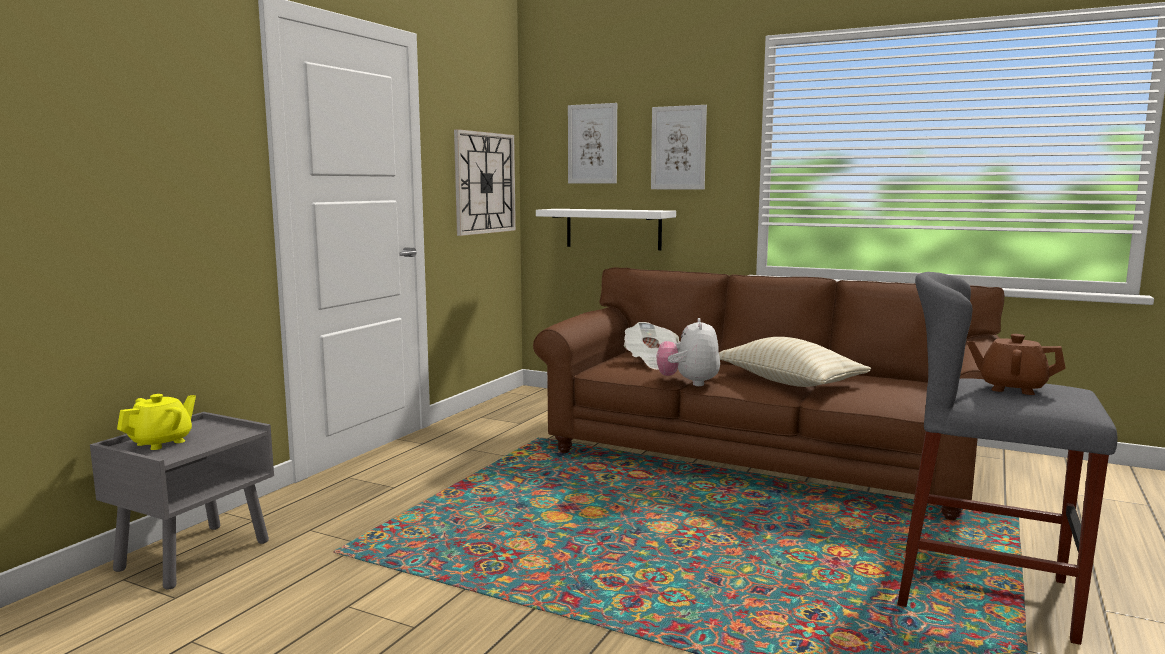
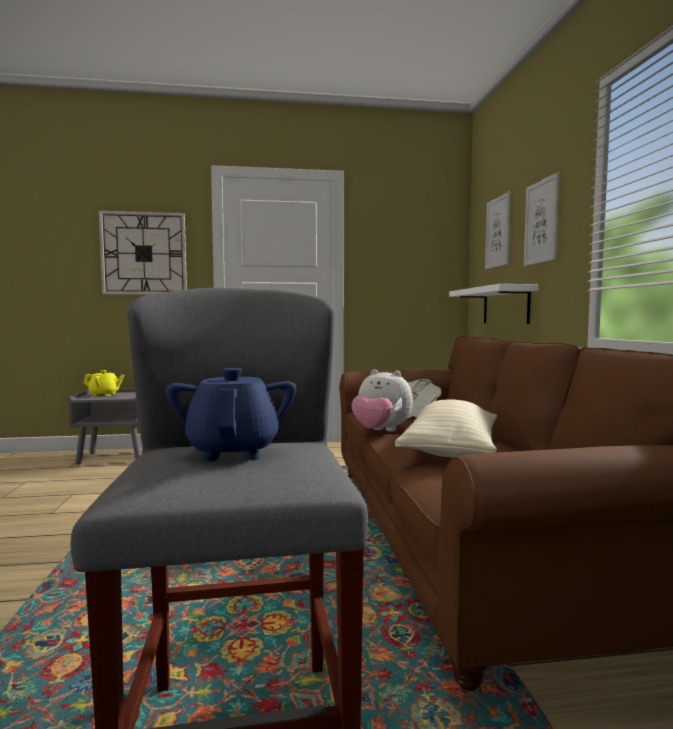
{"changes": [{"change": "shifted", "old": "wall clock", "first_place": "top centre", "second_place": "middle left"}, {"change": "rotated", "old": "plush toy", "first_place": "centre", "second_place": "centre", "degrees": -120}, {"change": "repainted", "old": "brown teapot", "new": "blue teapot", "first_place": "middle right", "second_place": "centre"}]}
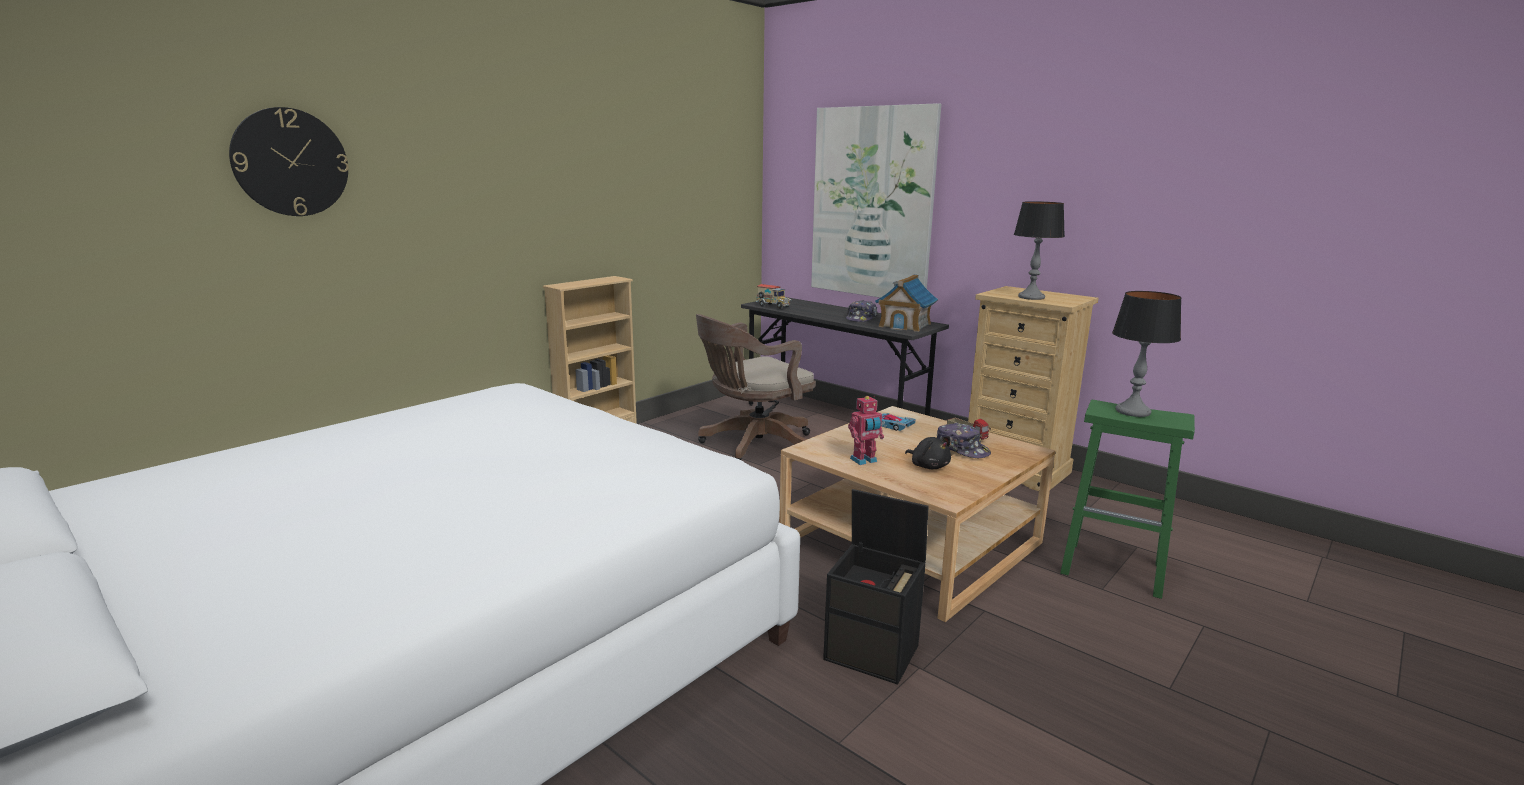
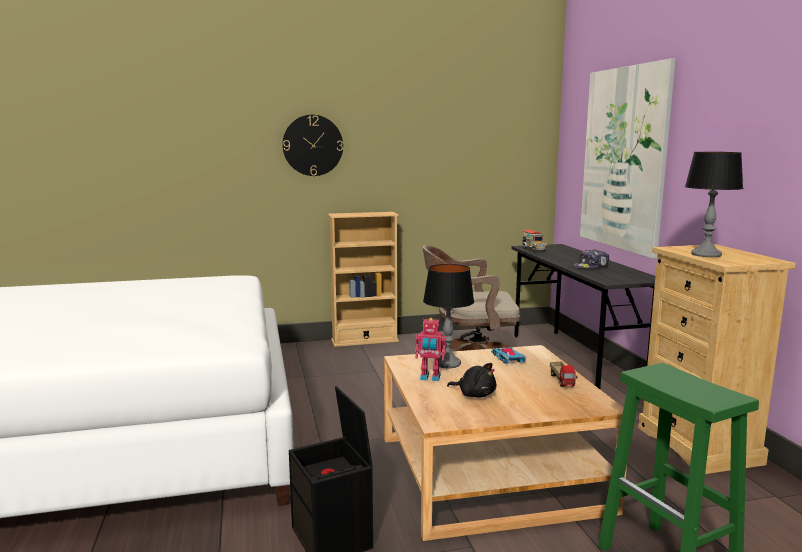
{"changes": [{"change": "shifted", "old": "wall clock", "first_place": "top left", "second_place": "top centre"}, {"change": "gone", "old": "toy house", "first_place": "centre"}, {"change": "shifted", "old": "table lamp (no. 2 from left in the first image)", "new": "table lamp (no. 1 from left)", "first_place": "middle right", "second_place": "centre"}, {"change": "gone", "old": "cap (no. 2 from left)", "first_place": "centre"}, {"change": "rotated", "old": "black plush toy", "first_place": "centre", "second_place": "bottom centre", "degrees": -60}]}
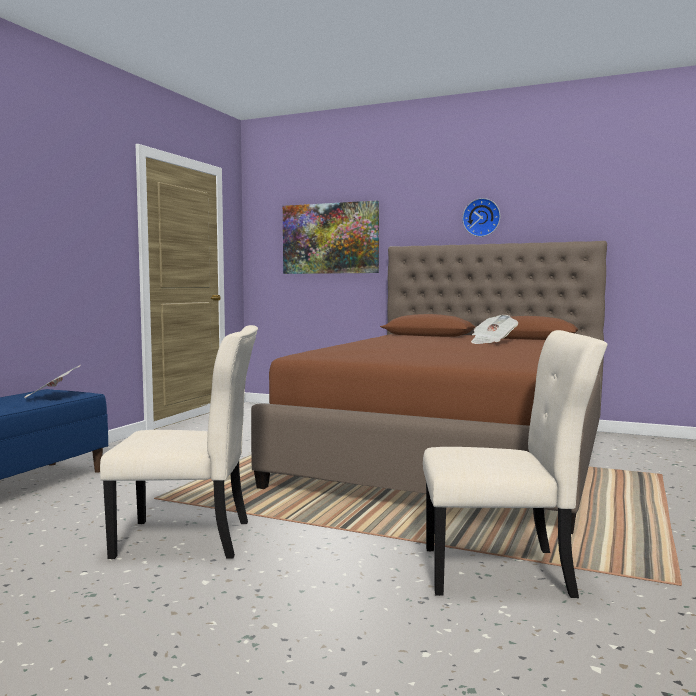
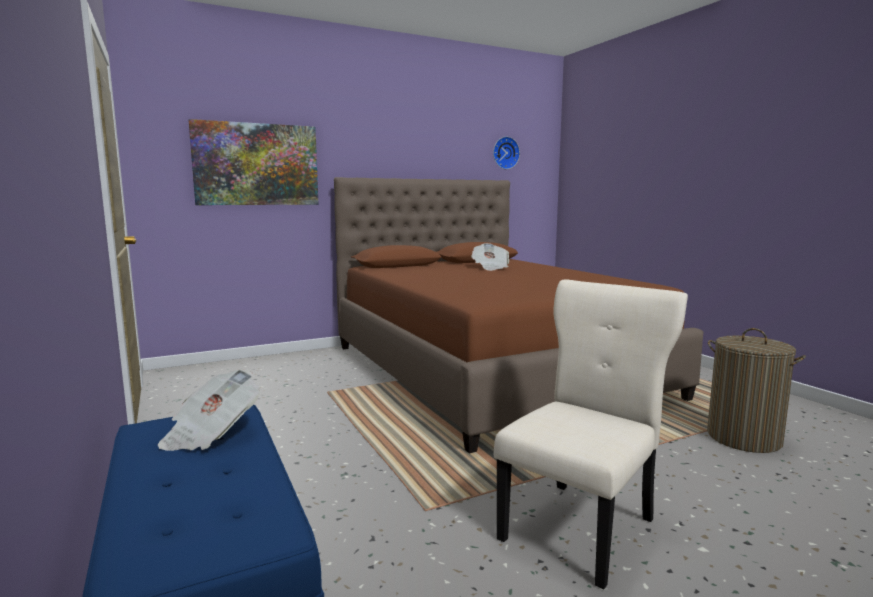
{"changes": [{"change": "shifted", "old": "wall clock", "first_place": "top right", "second_place": "top centre"}, {"change": "swapped", "old": "beige chair (no. 2 from left)", "new": "laundry basket", "first_place": "bottom right", "second_place": "middle right"}]}
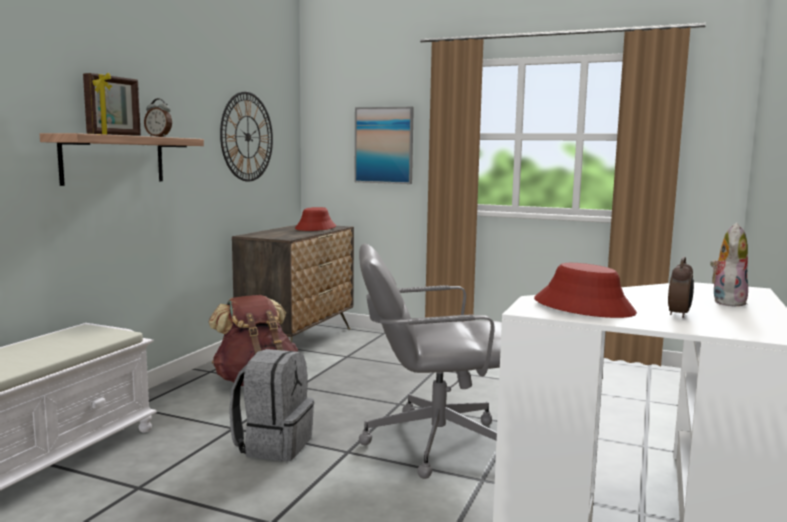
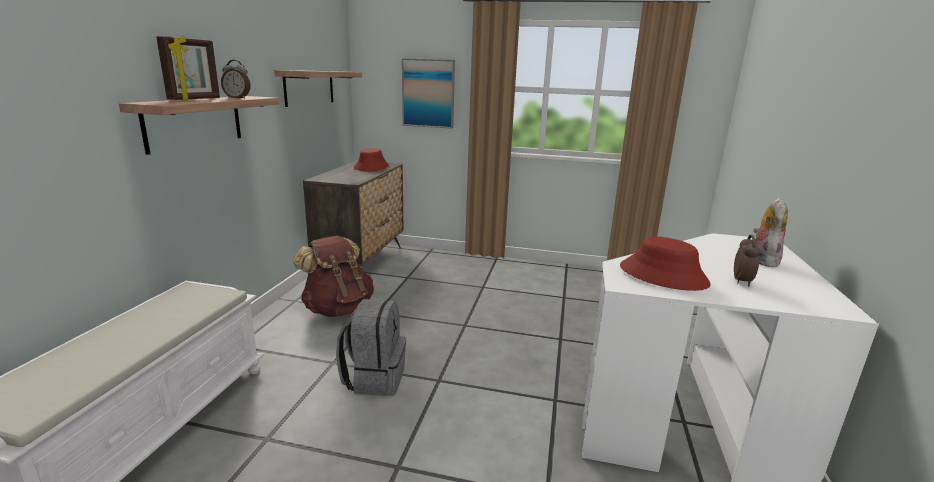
{"changes": [{"change": "swapped", "old": "wall clock", "new": "shelf (no. 2 from left)", "first_place": "top left", "second_place": "top centre"}, {"change": "gone", "old": "grey office chair", "first_place": "bottom centre"}]}
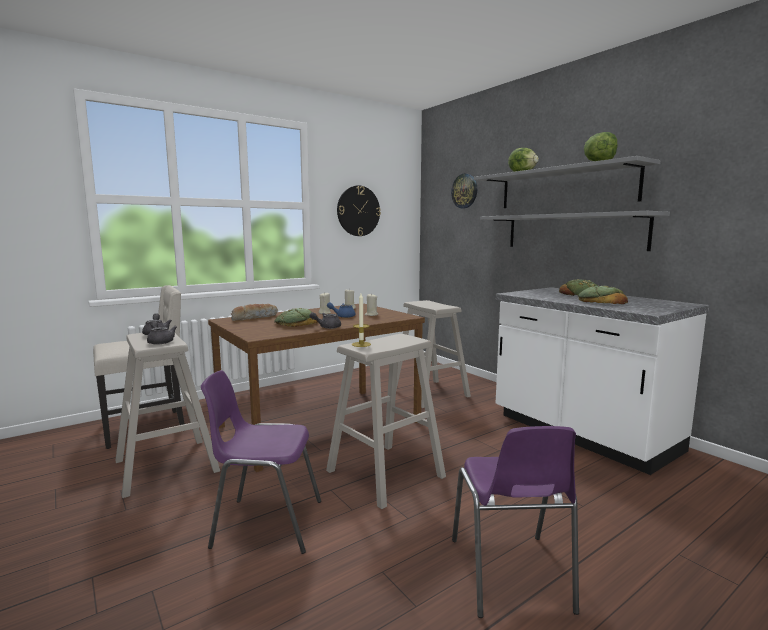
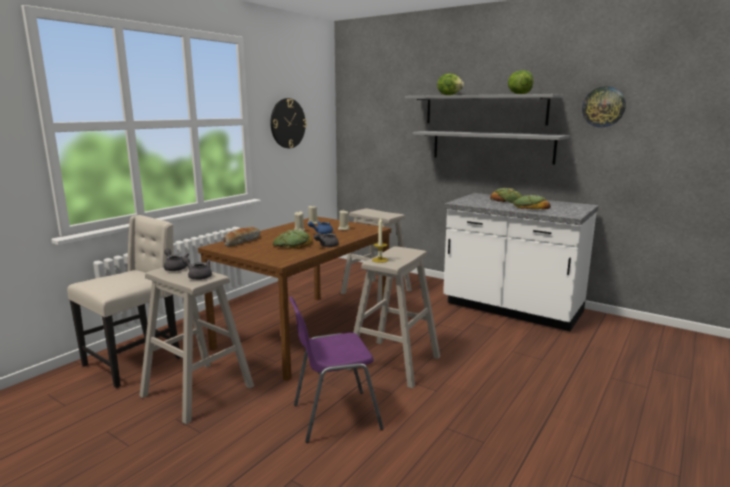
{"changes": [{"change": "shifted", "old": "wall clock (no. 2 from left)", "first_place": "top centre", "second_place": "top right"}, {"change": "gone", "old": "purple chair (no. 2 from left)", "first_place": "bottom right"}]}
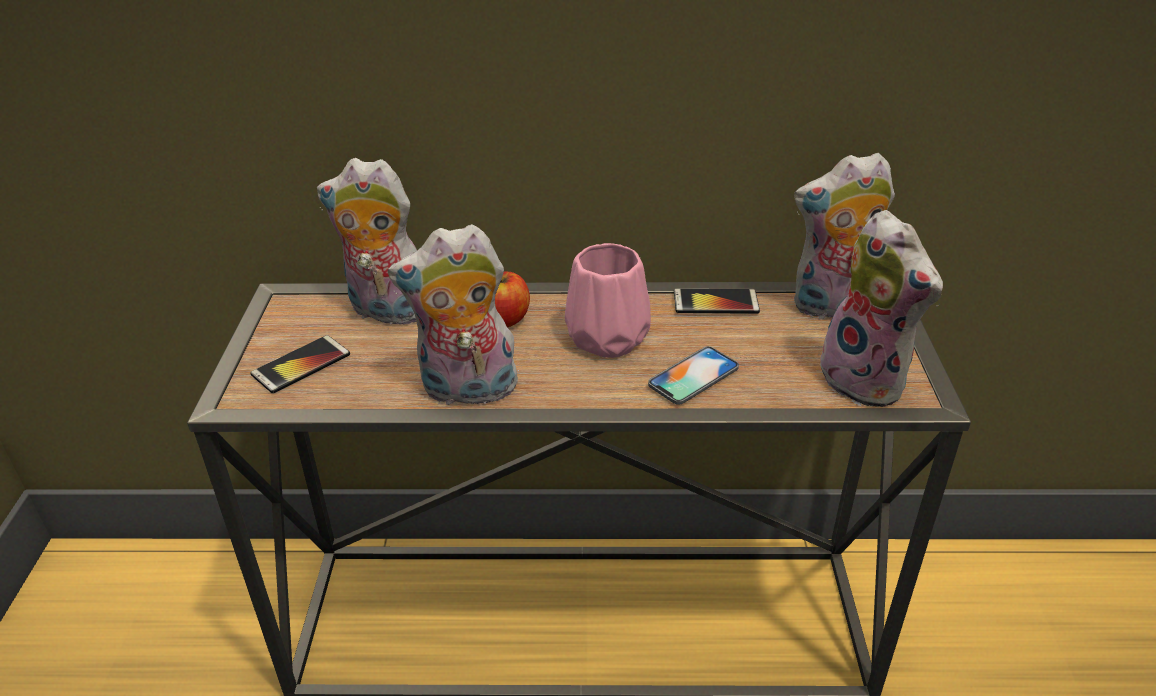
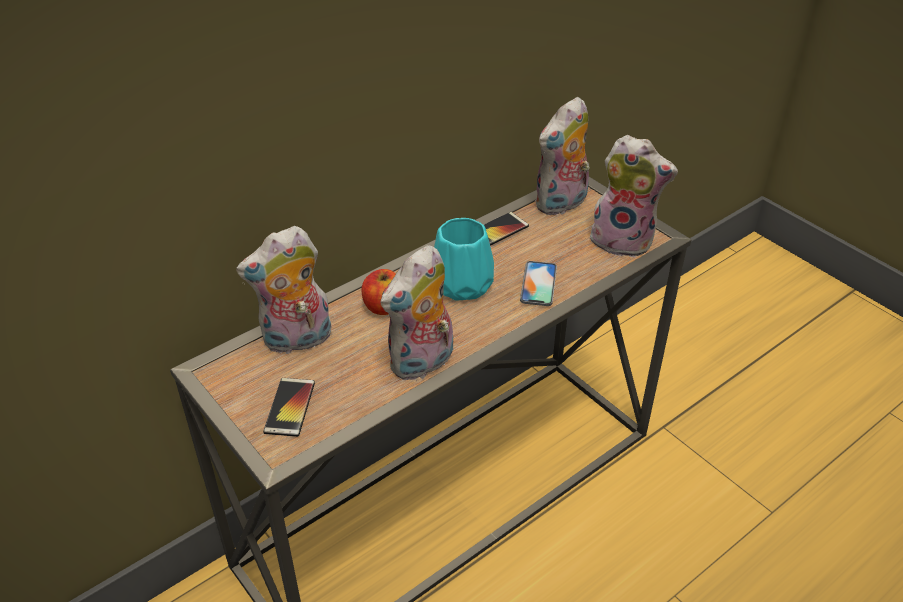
{"changes": [{"change": "repainted", "old": "pink vase", "new": "turquoise vase", "first_place": "centre", "second_place": "centre"}]}
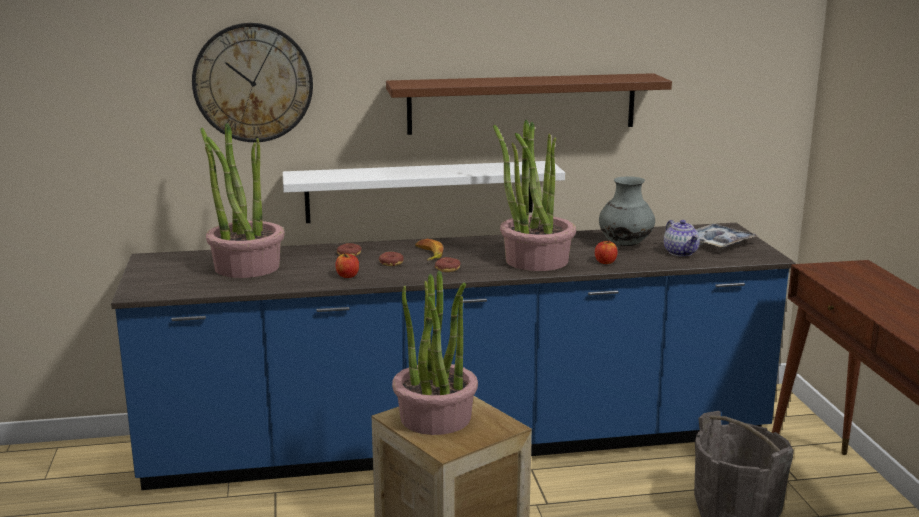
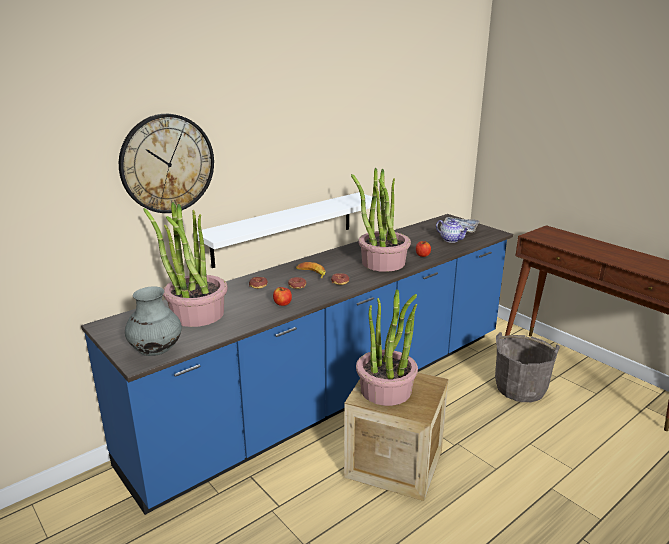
{"changes": [{"change": "gone", "old": "brown shelf", "first_place": "top centre"}, {"change": "shifted", "old": "grey vase", "first_place": "middle right", "second_place": "middle left"}]}
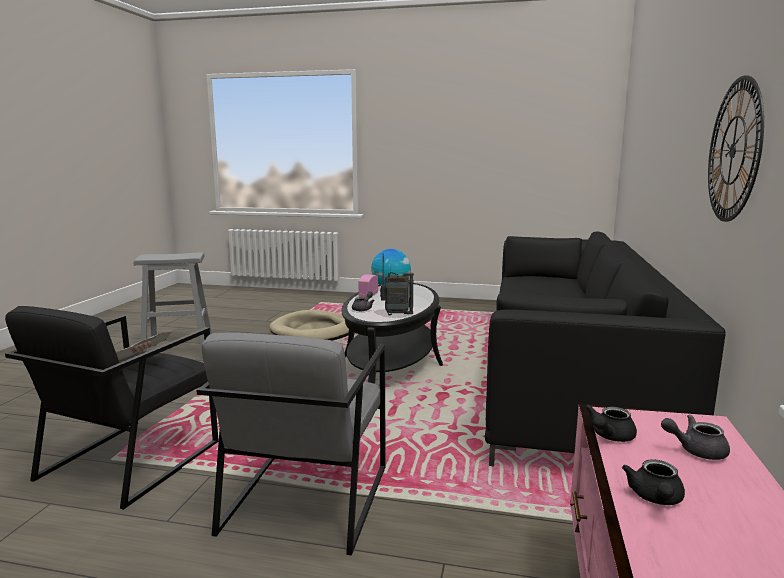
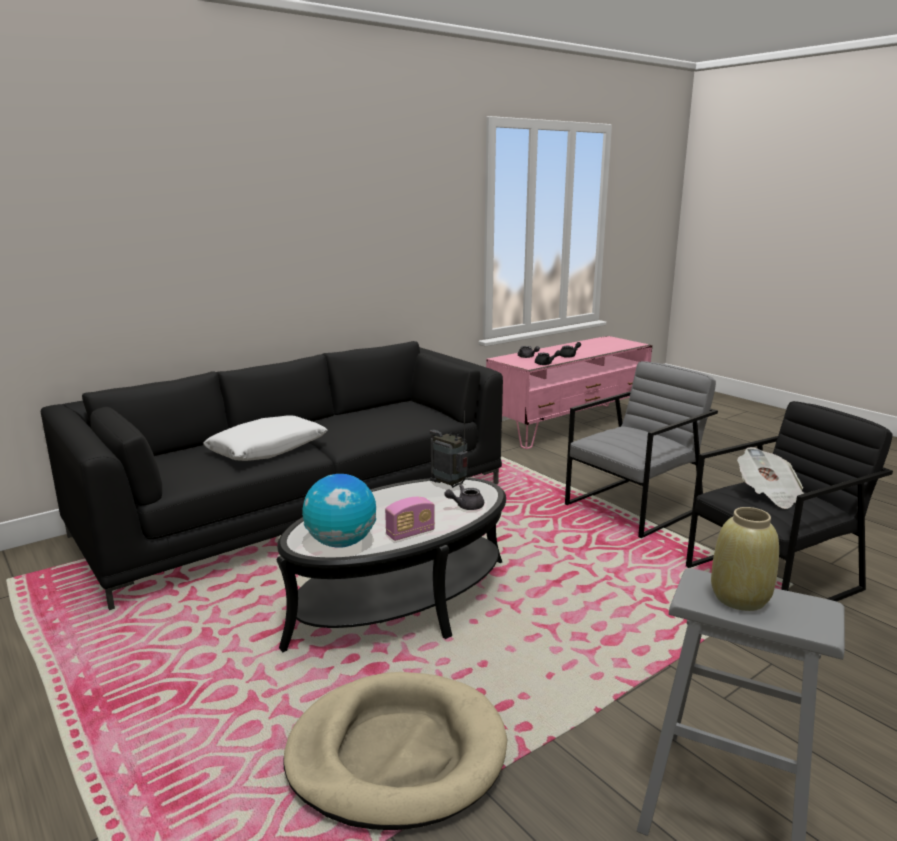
{"changes": [{"change": "gone", "old": "wall clock", "first_place": "top right"}, {"change": "new", "new": "white pillow", "second_place": "middle left"}, {"change": "new", "new": "beige vase", "second_place": "middle right"}]}
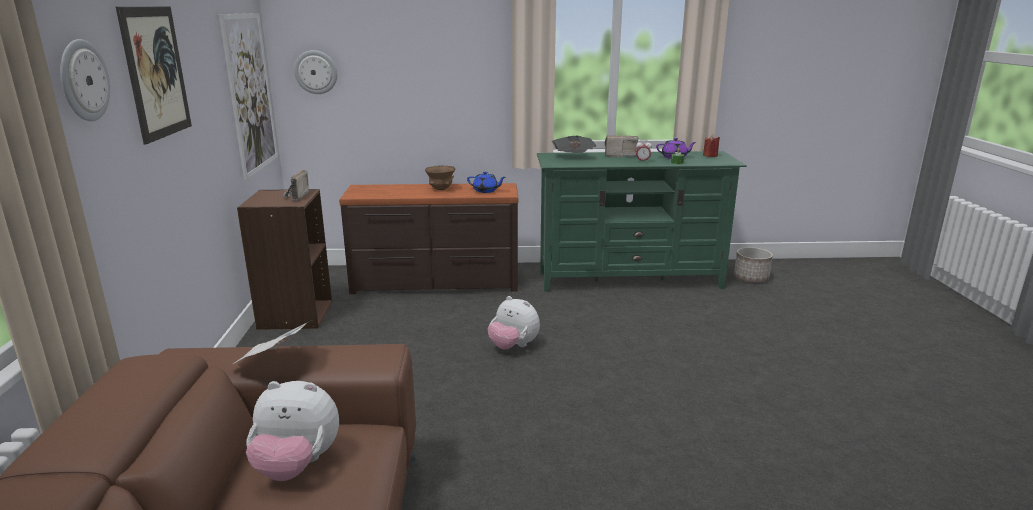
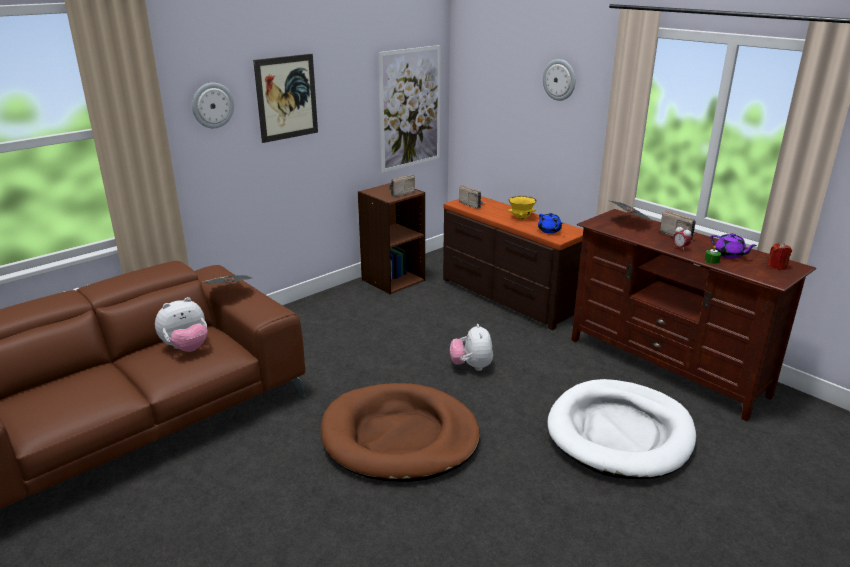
{"changes": [{"change": "shifted", "old": "wall clock (no. 2 from left)", "first_place": "top left", "second_place": "top centre"}, {"change": "repainted", "old": "green tv stand", "new": "brown tv stand", "first_place": "centre", "second_place": "middle right"}, {"change": "repainted", "old": "brown bowl", "new": "yellow bowl", "first_place": "centre", "second_place": "centre"}, {"change": "gone", "old": "planter", "first_place": "middle right"}, {"change": "rotated", "old": "plush toy (no. 1 from left)", "first_place": "bottom left", "second_place": "middle left", "degrees": -90}, {"change": "new", "new": "radio (no. 2 from left)", "second_place": "centre"}, {"change": "new", "new": "white dog bed", "second_place": "bottom right"}, {"change": "new", "new": "brown dog bed", "second_place": "bottom centre"}]}
